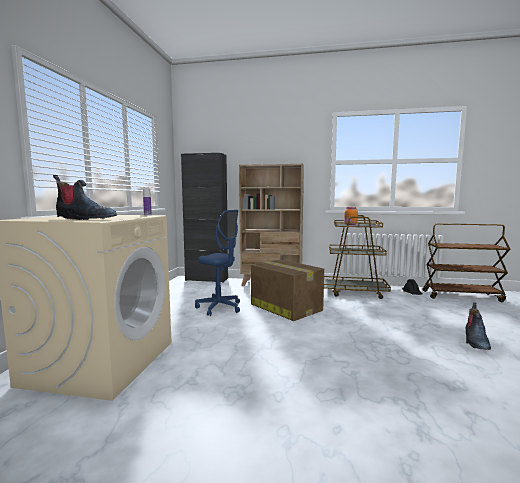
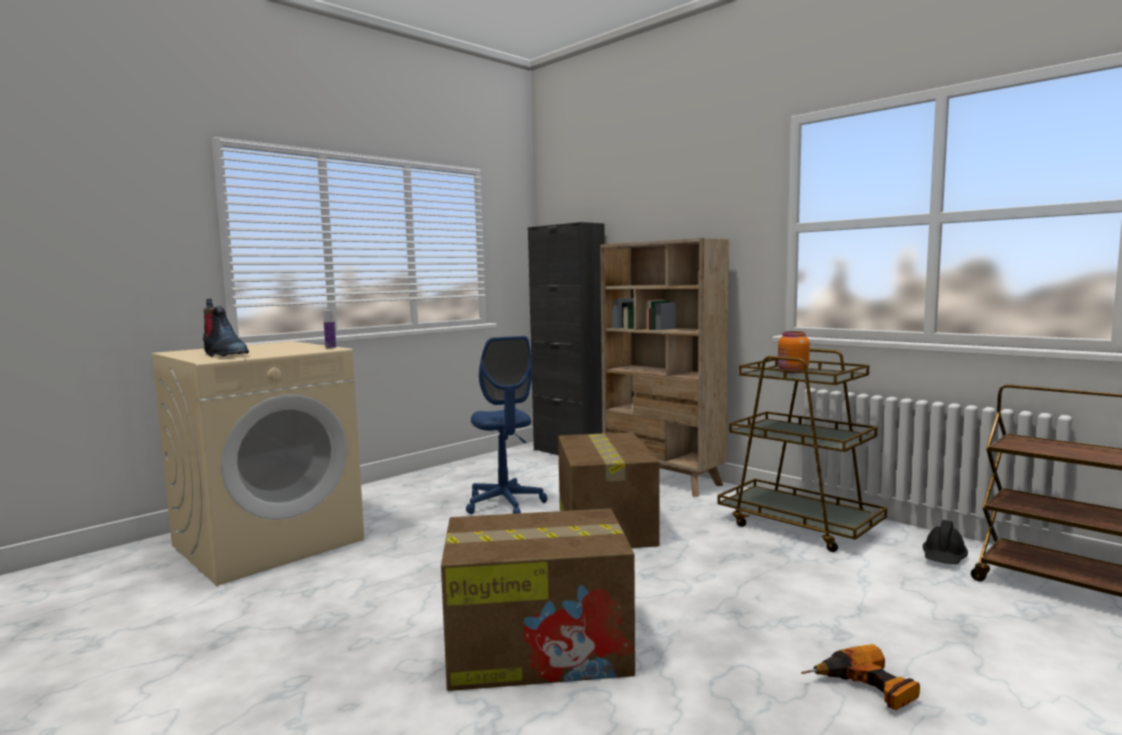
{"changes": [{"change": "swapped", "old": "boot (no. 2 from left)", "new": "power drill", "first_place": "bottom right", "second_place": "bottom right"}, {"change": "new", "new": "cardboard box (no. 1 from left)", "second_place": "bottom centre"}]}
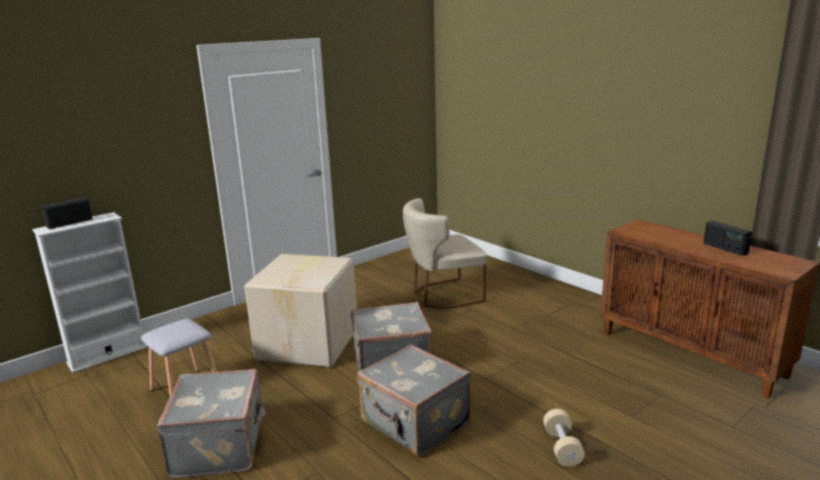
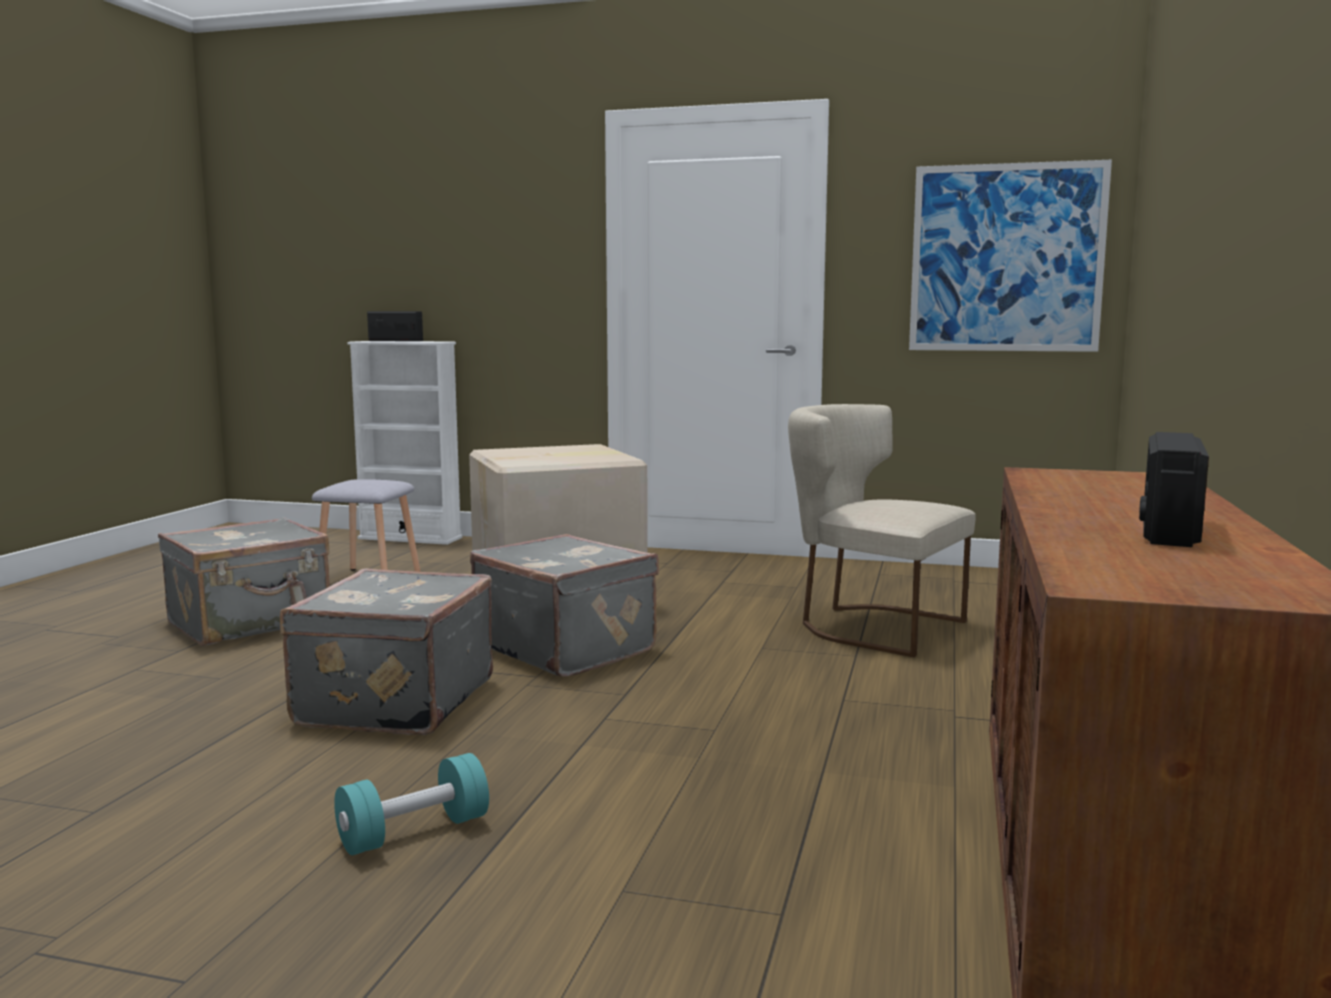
{"changes": [{"change": "repainted", "old": "beige dumbbell", "new": "turquoise dumbbell", "first_place": "bottom right", "second_place": "bottom left"}, {"change": "new", "new": "picture", "second_place": "top right"}]}
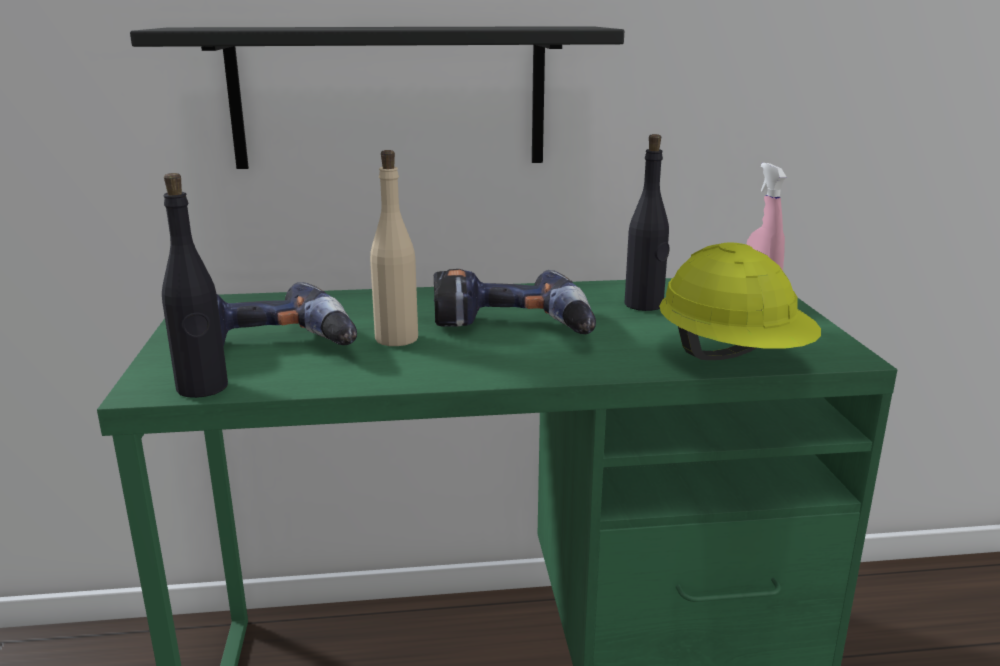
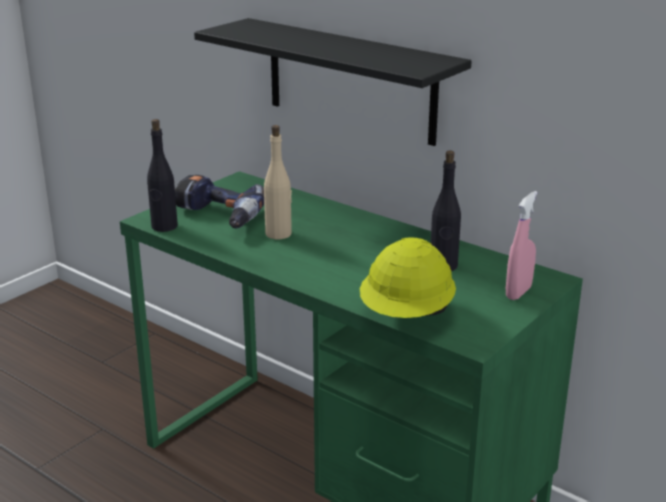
{"changes": [{"change": "gone", "old": "power drill (no. 2 from left)", "first_place": "centre"}]}
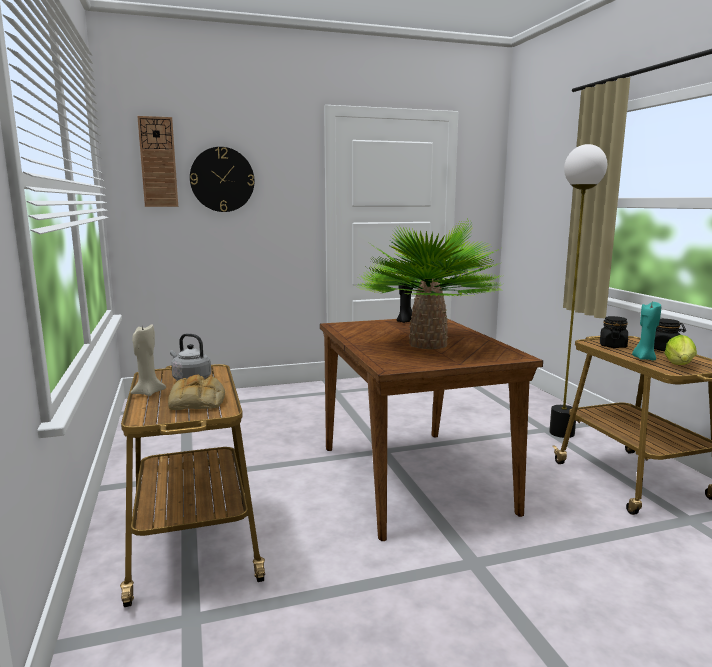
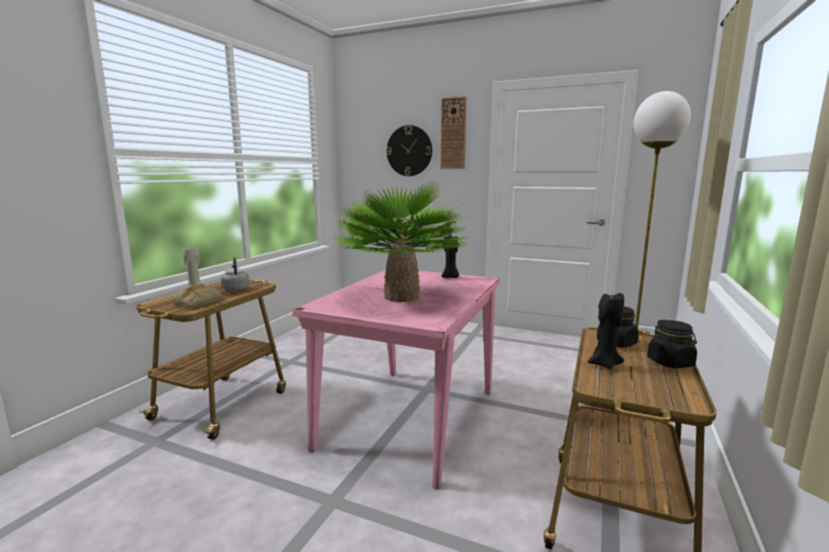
{"changes": [{"change": "shifted", "old": "wall clock (no. 1 from left in the first image)", "new": "wall clock (no. 2 from left)", "first_place": "top left", "second_place": "top centre"}, {"change": "repainted", "old": "turquoise candle", "new": "black candle (no. 2 from left)", "first_place": "middle right", "second_place": "middle right"}, {"change": "repainted", "old": "brown dining table", "new": "pink dining table", "first_place": "centre", "second_place": "bottom centre"}, {"change": "gone", "old": "lettuce", "first_place": "middle right"}]}
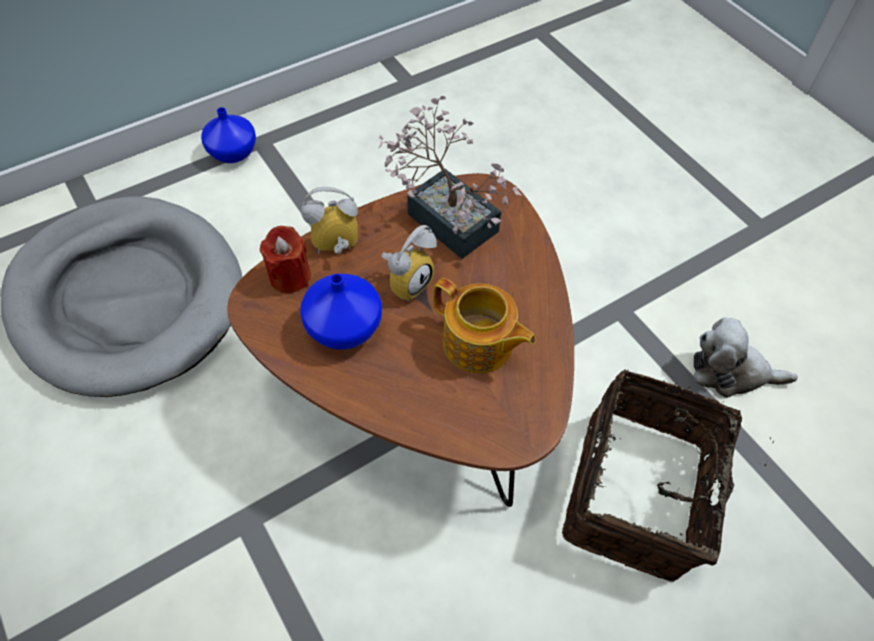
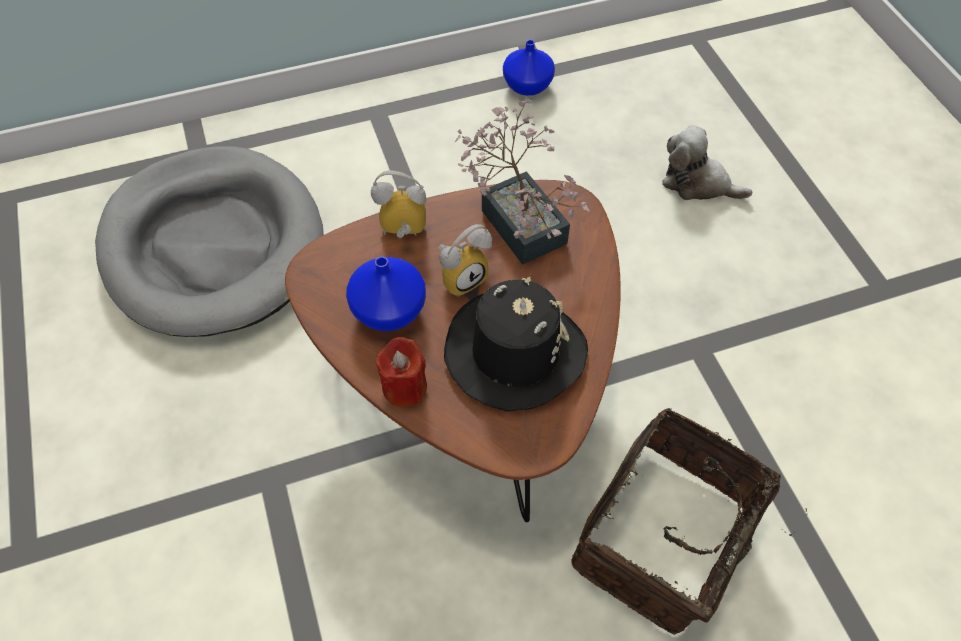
{"changes": [{"change": "shifted", "old": "blue vase (no. 1 from left in the first image)", "new": "blue vase (no. 2 from left)", "first_place": "top left", "second_place": "top centre"}, {"change": "shifted", "old": "red candle", "first_place": "middle left", "second_place": "centre"}, {"change": "swapped", "old": "teapot", "new": "black hat", "first_place": "centre", "second_place": "centre"}, {"change": "shifted", "old": "plush toy", "first_place": "middle right", "second_place": "top right"}]}
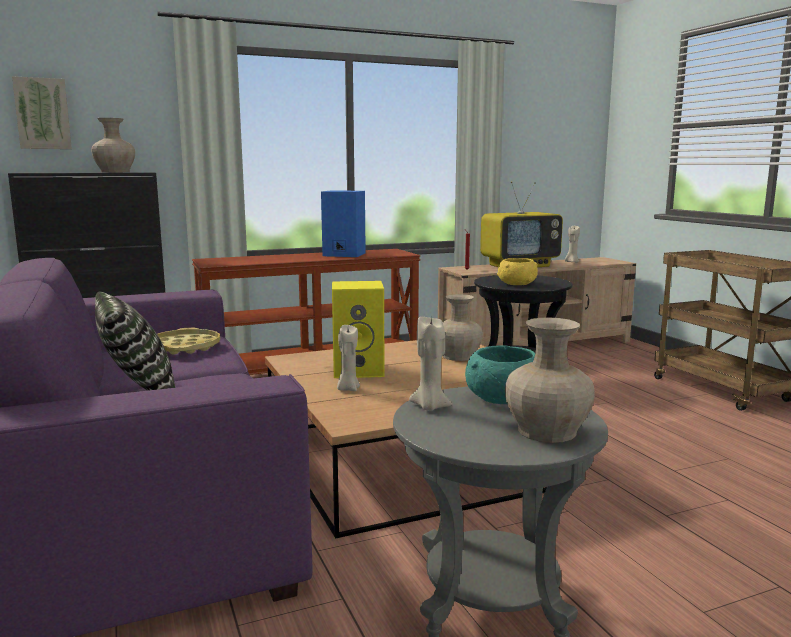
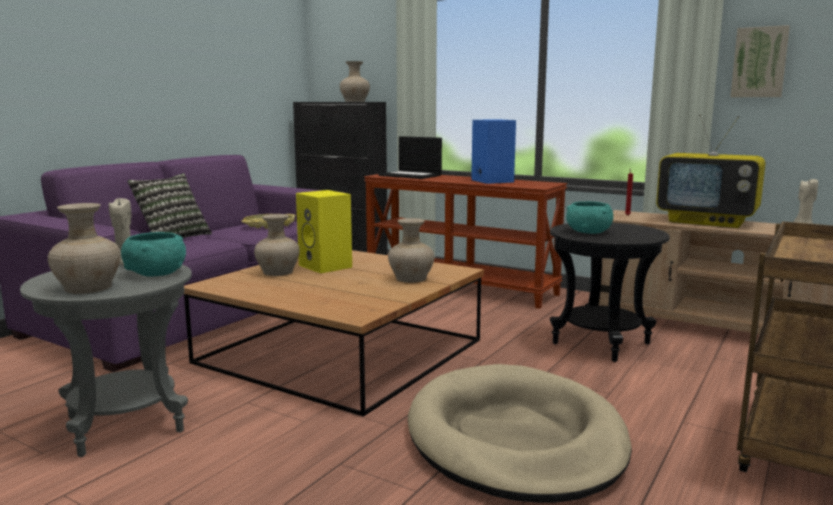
{"changes": [{"change": "shifted", "old": "picture", "first_place": "top left", "second_place": "top right"}, {"change": "repainted", "old": "yellow bowl", "new": "turquoise bowl (no. 2 from left)", "first_place": "centre", "second_place": "middle right"}, {"change": "swapped", "old": "beige candle (no. 1 from left)", "new": "beige vase (no. 2 from left)", "first_place": "centre", "second_place": "middle left"}, {"change": "new", "new": "laptop", "second_place": "top centre"}, {"change": "new", "new": "beige dog bed", "second_place": "bottom centre"}]}
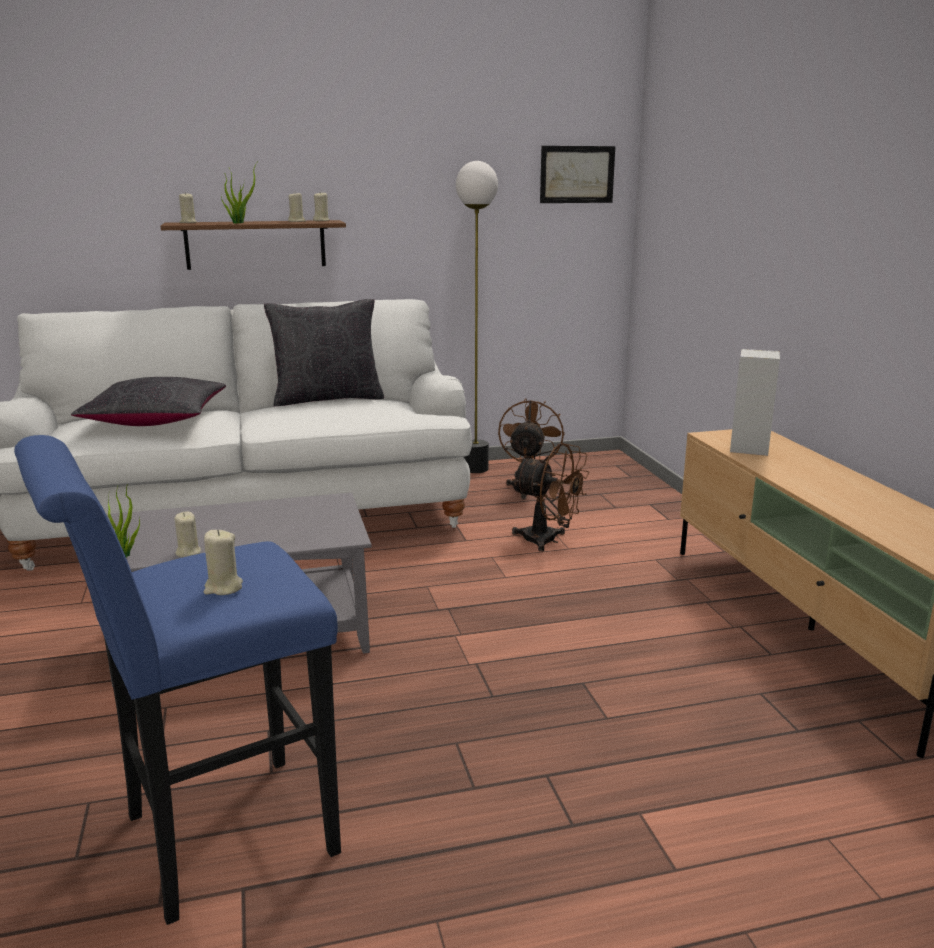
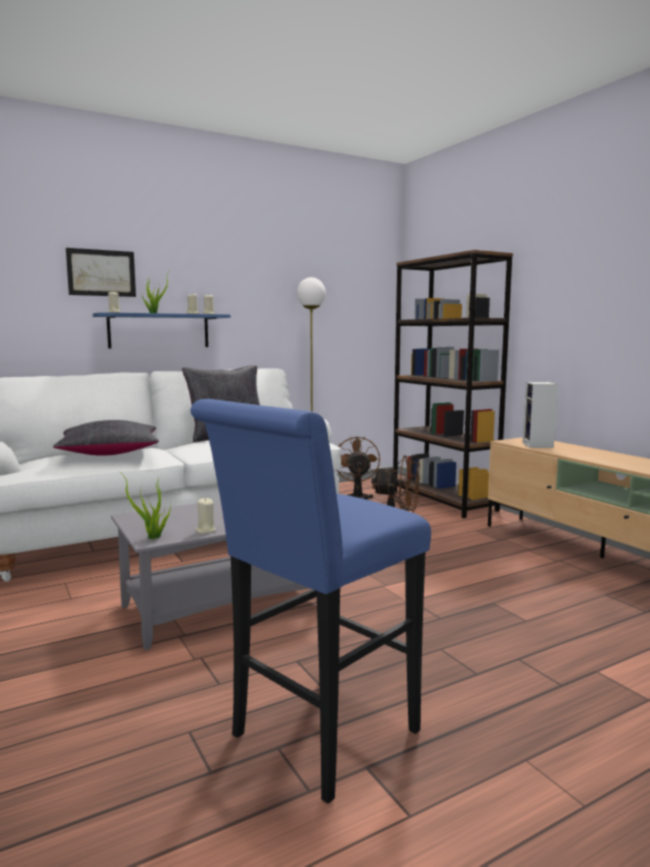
{"changes": [{"change": "shifted", "old": "picture", "first_place": "top centre", "second_place": "top left"}, {"change": "repainted", "old": "brown shelf", "new": "blue shelf", "first_place": "top left", "second_place": "middle left"}, {"change": "gone", "old": "beige candle (no. 3 from left)", "first_place": "middle left"}, {"change": "new", "new": "brown bookcase", "second_place": "middle right"}]}
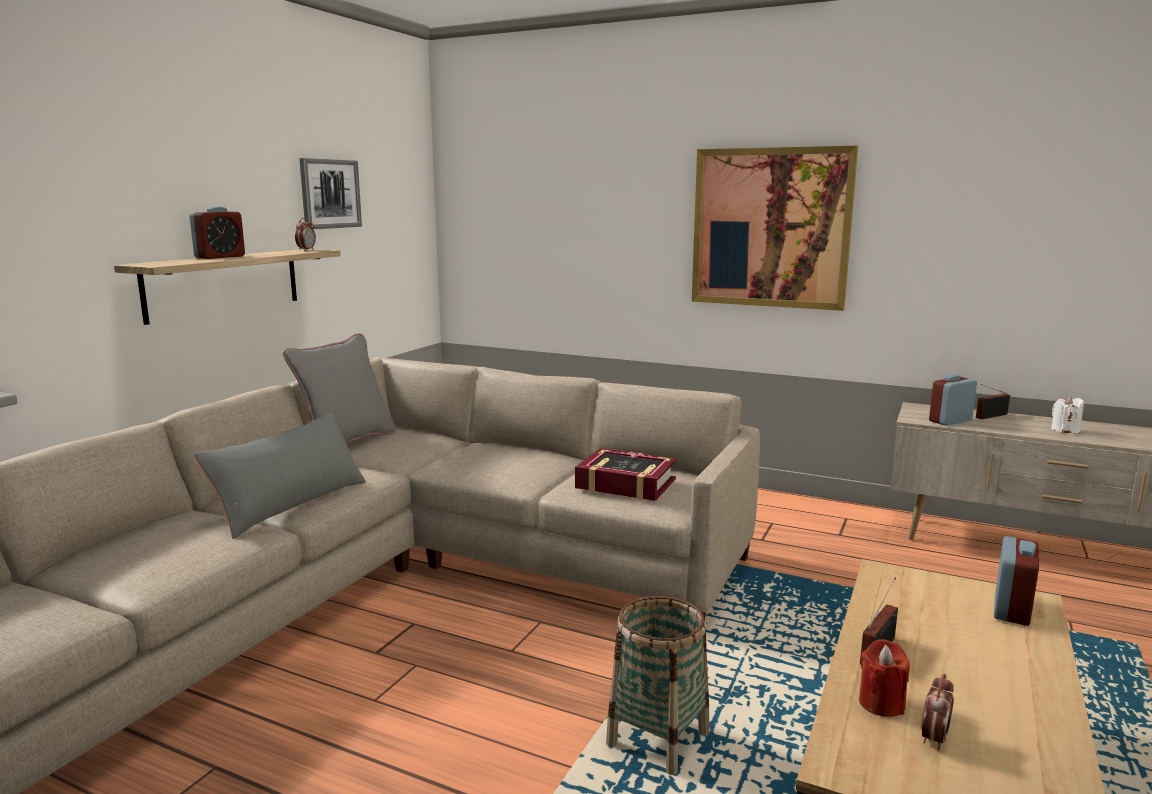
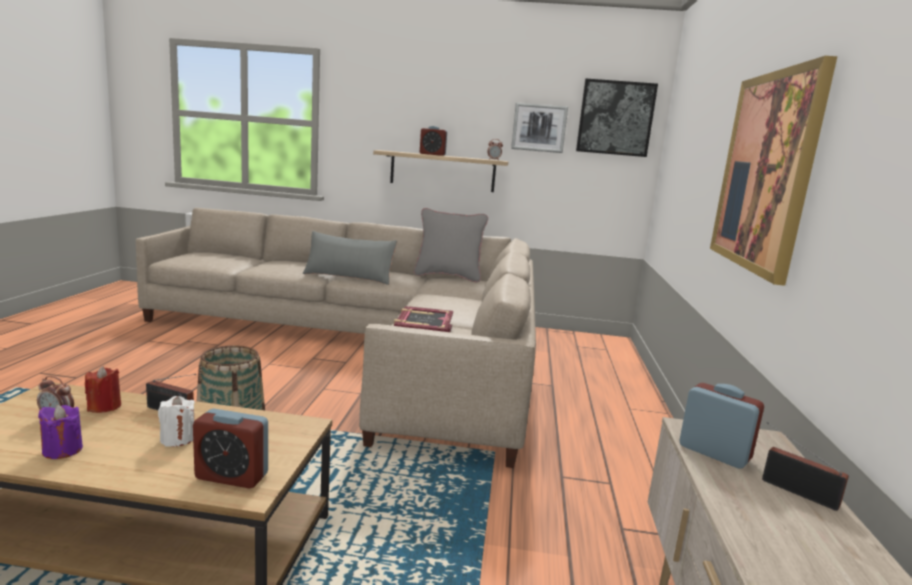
{"changes": [{"change": "shifted", "old": "white candle", "first_place": "middle right", "second_place": "bottom left"}, {"change": "new", "new": "picture (no. 2 from left)", "second_place": "top right"}, {"change": "new", "new": "purple candle", "second_place": "bottom left"}]}
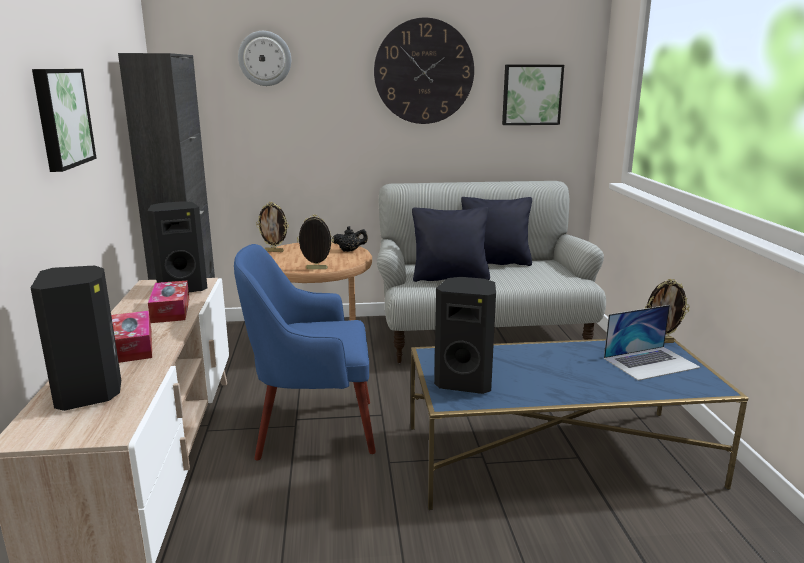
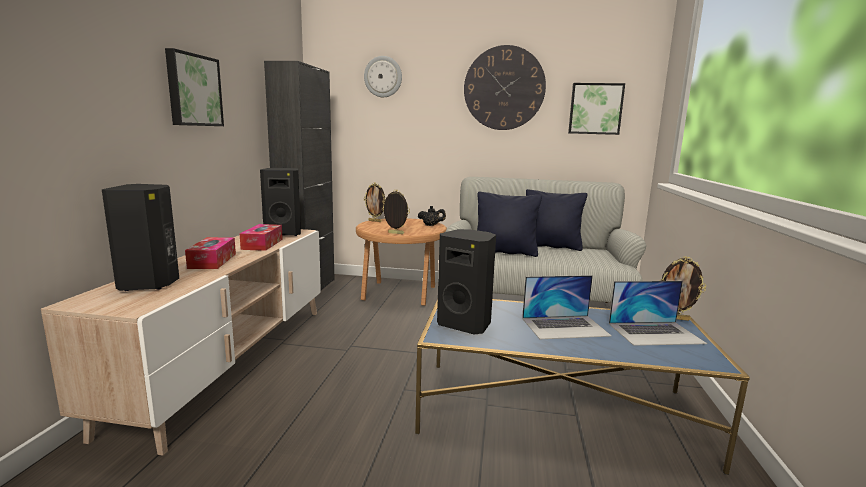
{"changes": [{"change": "gone", "old": "blue armchair", "first_place": "centre"}, {"change": "new", "new": "laptop (no. 1 from left)", "second_place": "centre"}]}
